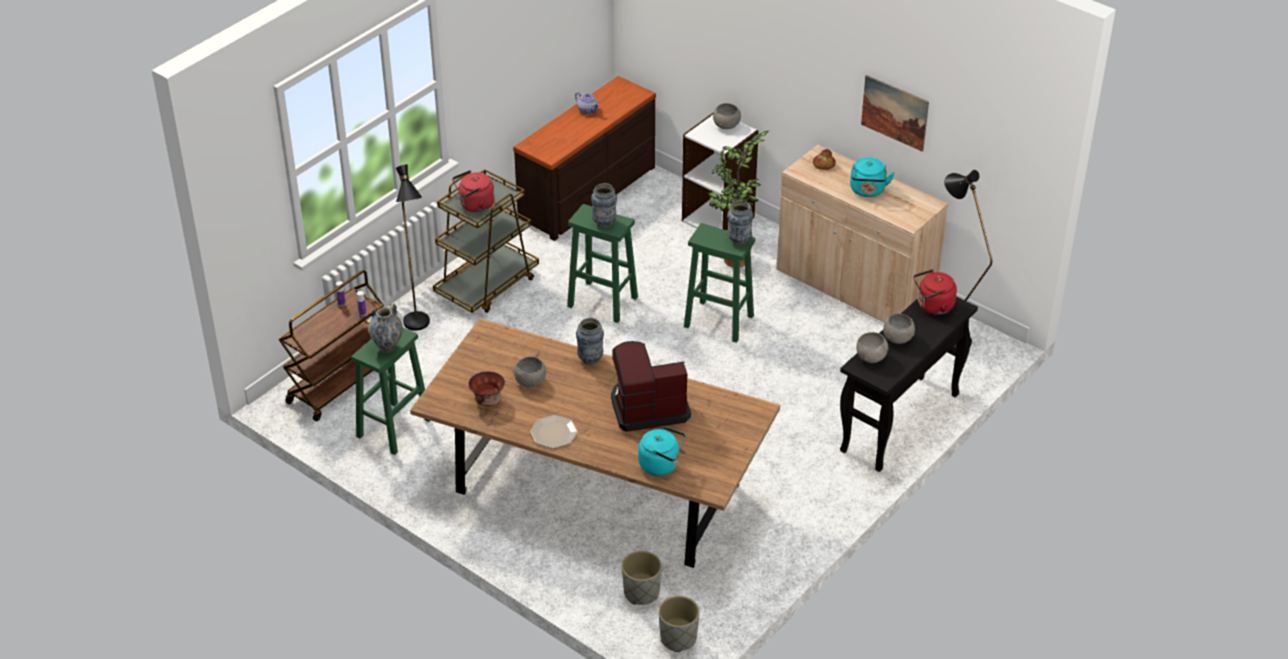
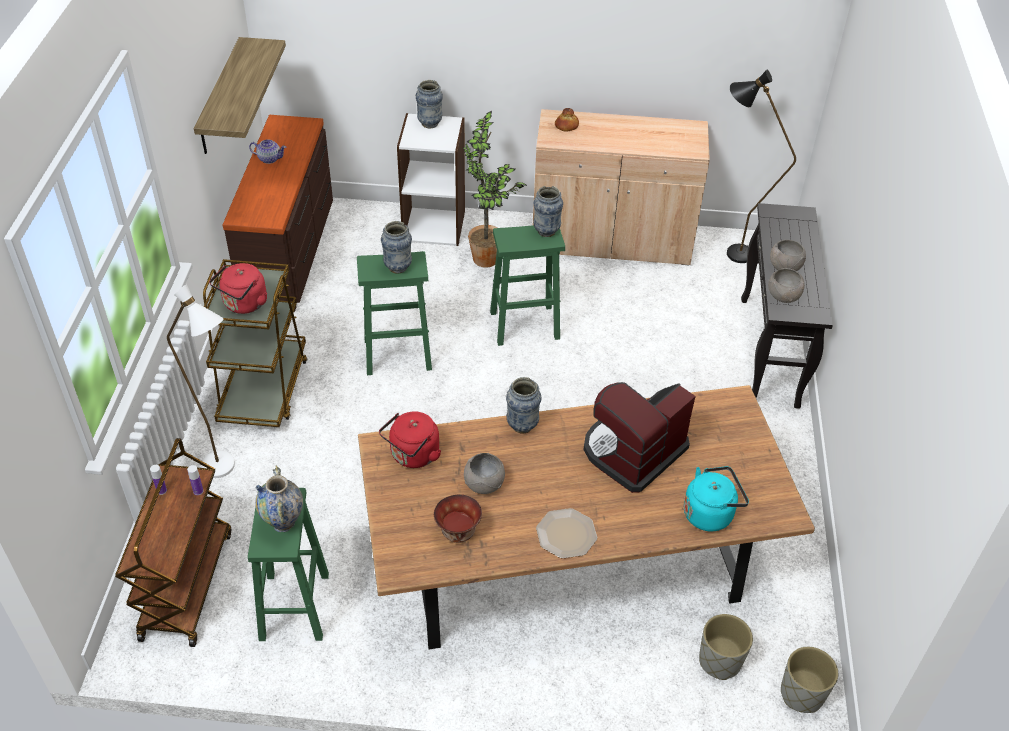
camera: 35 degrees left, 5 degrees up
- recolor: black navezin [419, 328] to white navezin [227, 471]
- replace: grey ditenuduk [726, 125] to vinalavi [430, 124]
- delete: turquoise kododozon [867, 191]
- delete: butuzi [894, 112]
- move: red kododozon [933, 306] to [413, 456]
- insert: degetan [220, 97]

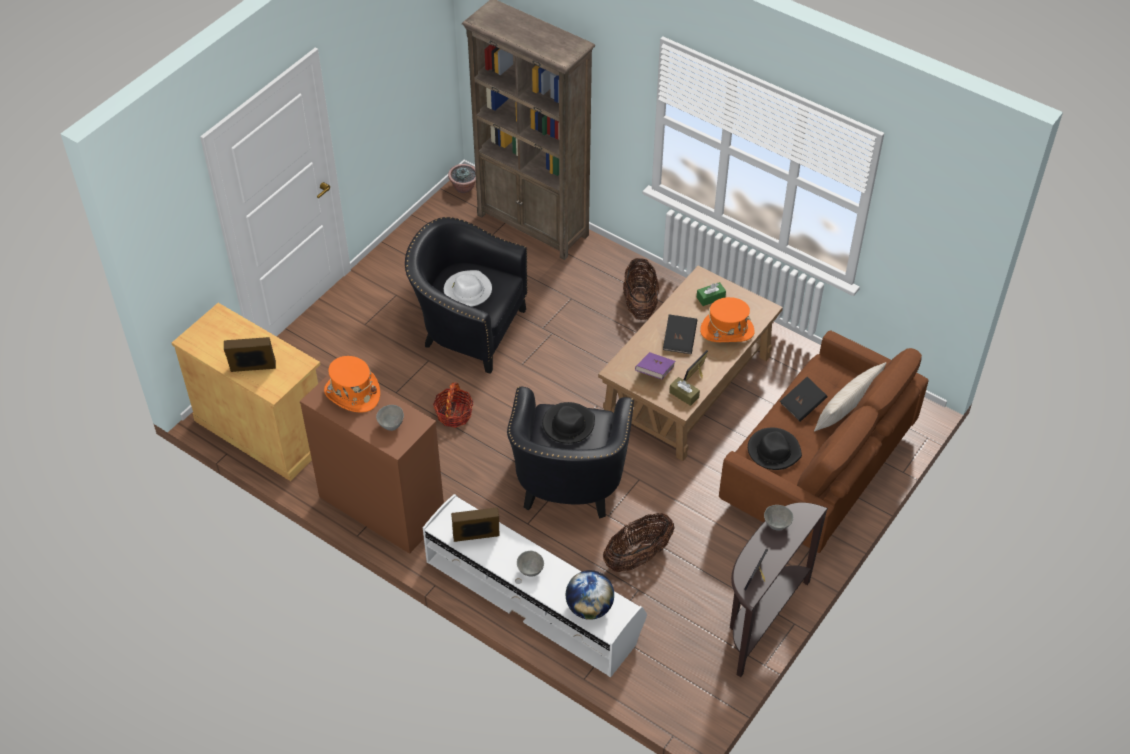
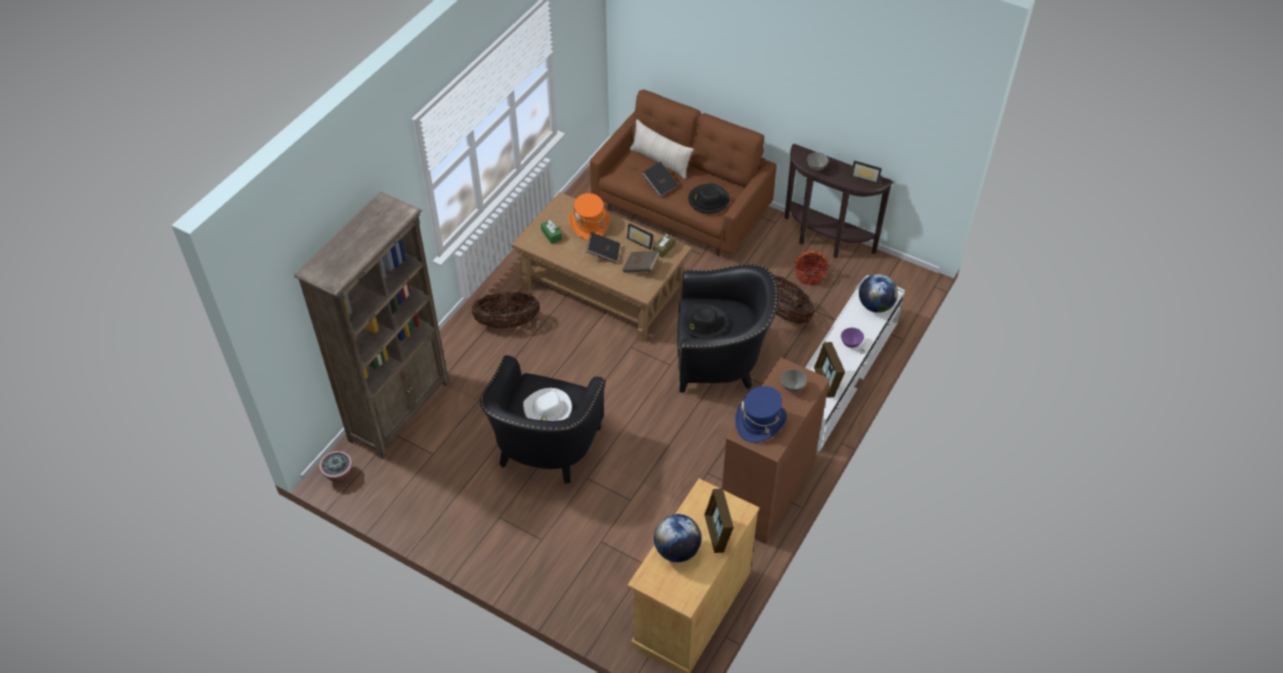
camera: 95 degrees left, 0 degrees up
- recolor: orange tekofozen [352, 393] to blue tekofozen [760, 421]
- move: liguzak [454, 414] to [809, 275]
- recolor: grey ditenuduk [530, 571] to purple ditenuduk [850, 344]
- recolor: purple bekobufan [654, 372] to brown bekobufan [641, 267]
- insert: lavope [677, 550]

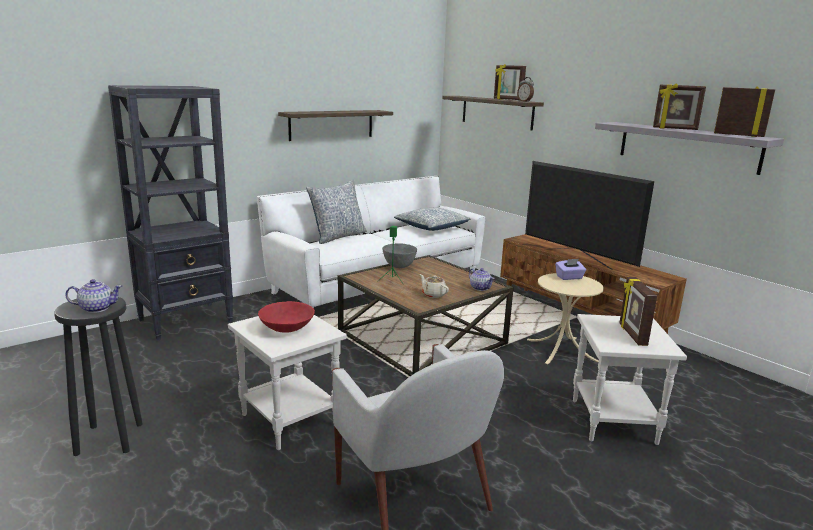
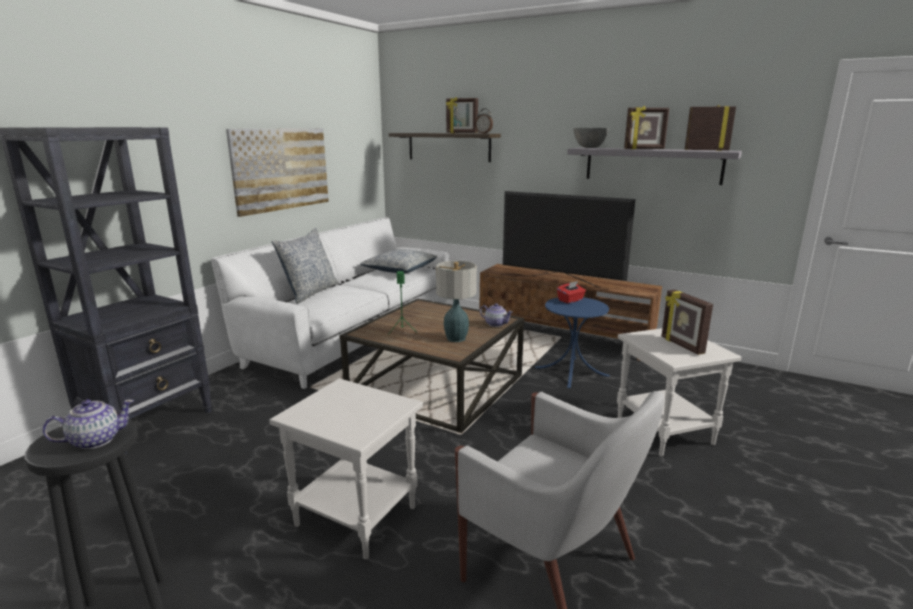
camera: 20 degrees left, 0 degrees up
- delete: red ditenuduk [287, 328]
- replace: degetan [331, 124] to butuzi [281, 169]
- move: grey ditenuduk [399, 266] to [590, 148]
- replace: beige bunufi [433, 294] to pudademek [456, 338]
- recolor: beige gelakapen [561, 350] to blue gelakapen [571, 371]
- recolor: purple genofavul [569, 277] to red genofavul [570, 300]

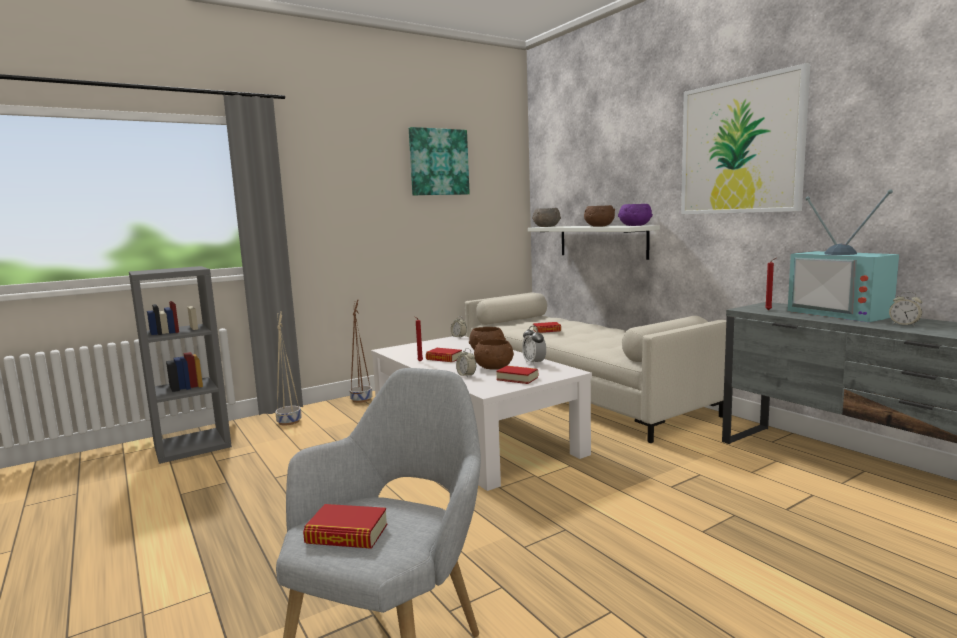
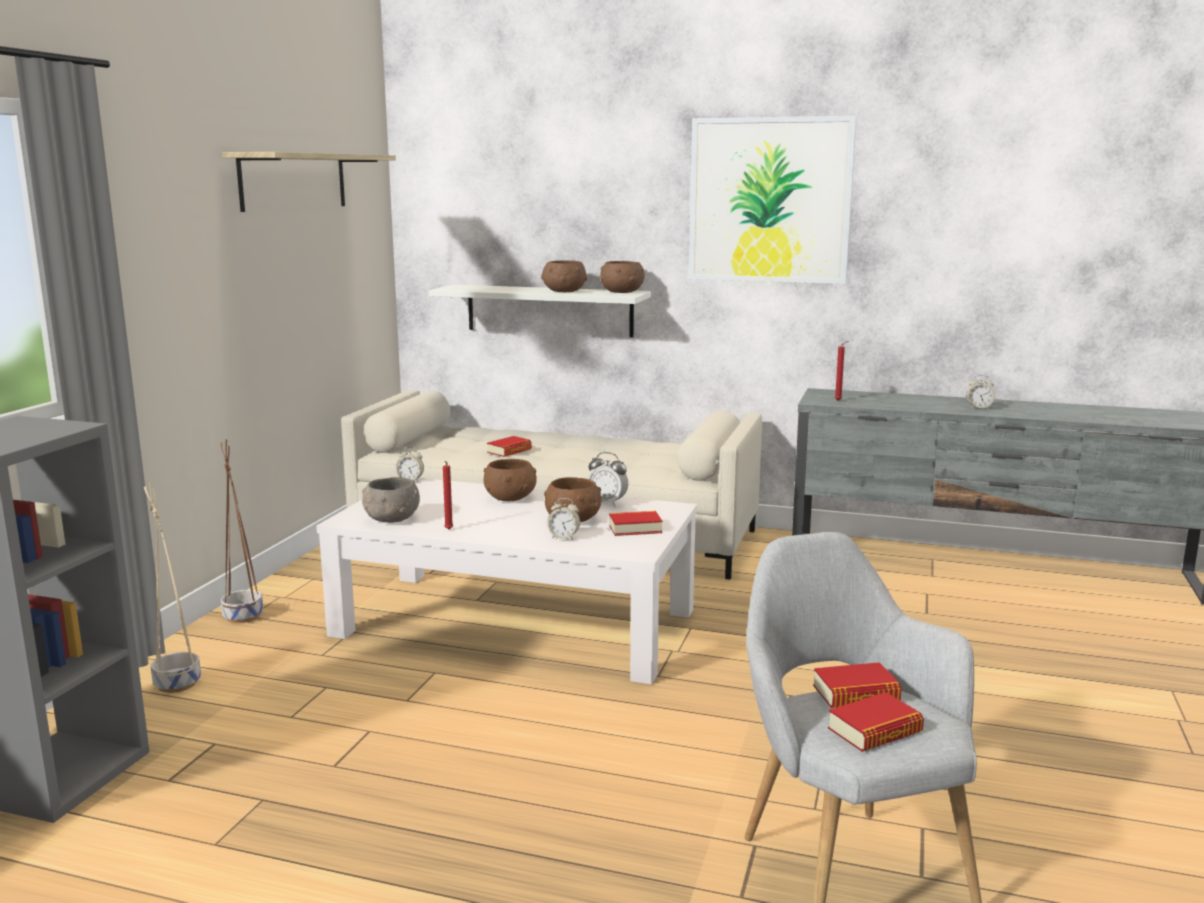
camera: 40 degrees left, 5 degrees up
- replace: butuzi [438, 162] to degetan [294, 181]
- move: bekobufan [444, 358] to [856, 694]
- move: grey ditenuduk [546, 226] to [391, 519]
- recolor: purple ditenuduk [635, 225] to brown ditenuduk [622, 292]
- delete: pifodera [842, 313]

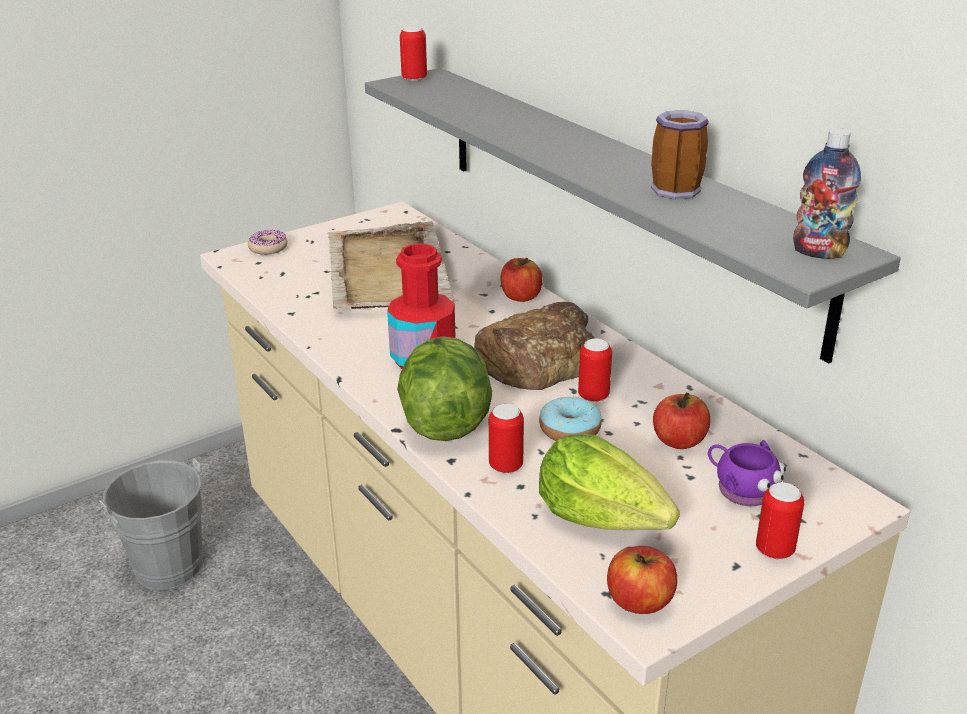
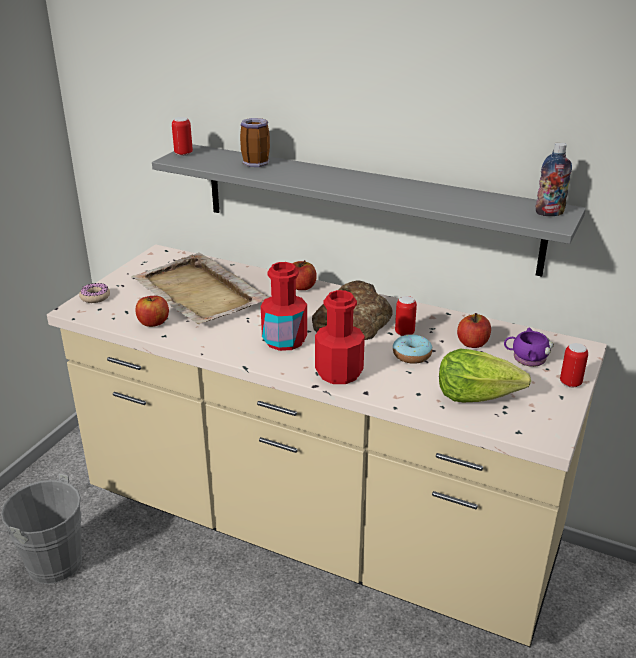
camera: 30 degrees left, 0 degrees up
- replace: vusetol [445, 422] to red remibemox [339, 373]
- delete: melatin [506, 466]
- move: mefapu [639, 601] to [153, 322]
- move: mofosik [673, 189] to [254, 162]

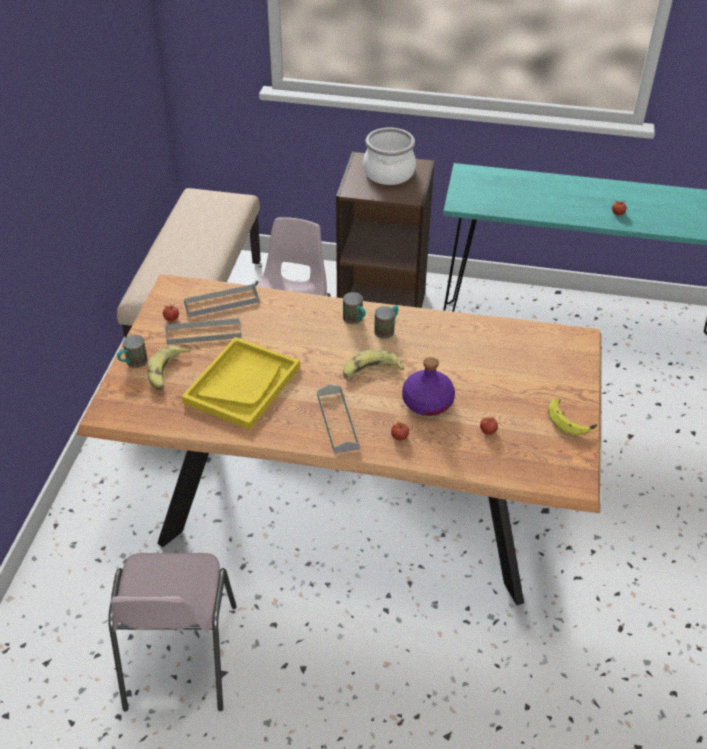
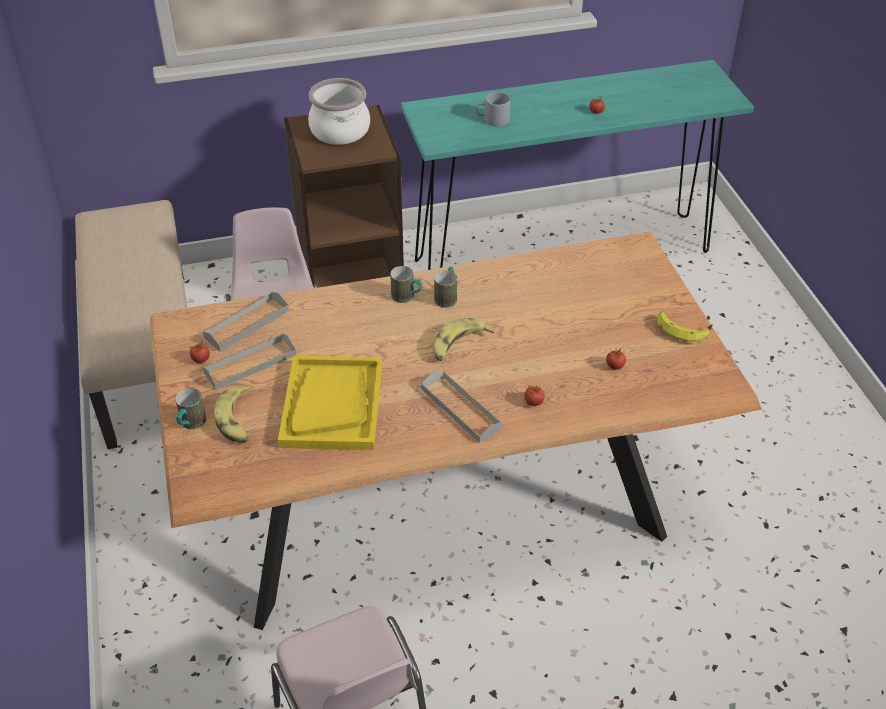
camera: 25 degrees left, 0 degrees up
- delete: purple remibemox [427, 401]
- insert: grey mofosik [492, 120]

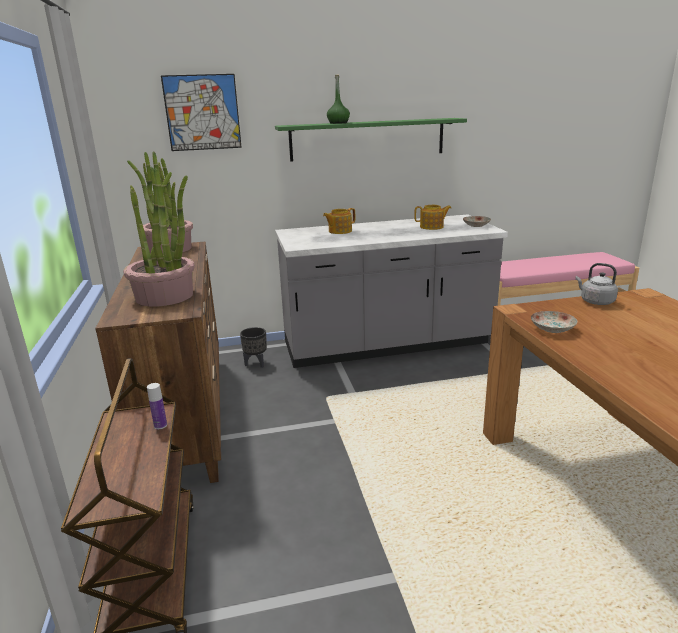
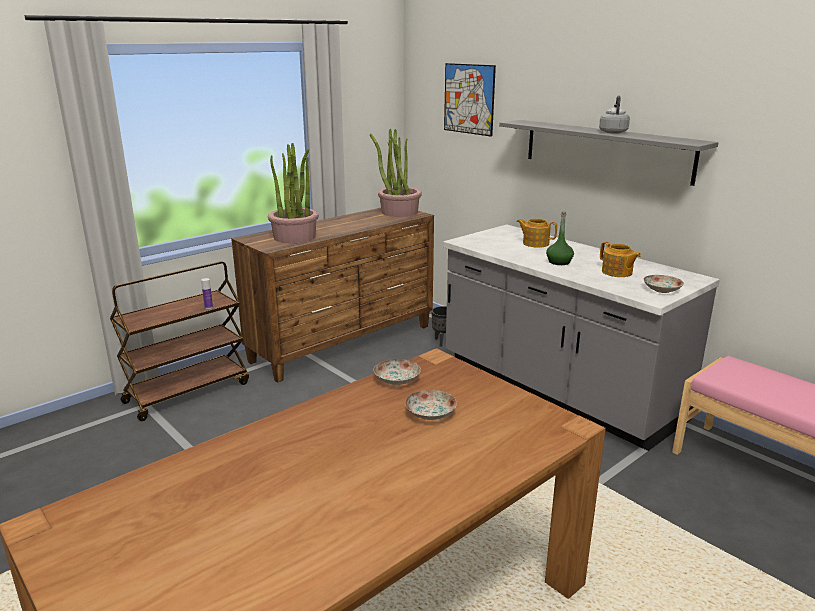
camera: 60 degrees right, 0 degrees up
- recolor: green degetan [367, 139] to grey degetan [605, 150]
- move: green remibemox [338, 123] to [559, 262]
- move: grey kododozon [595, 301] to [613, 132]
- insert: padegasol [430, 413]

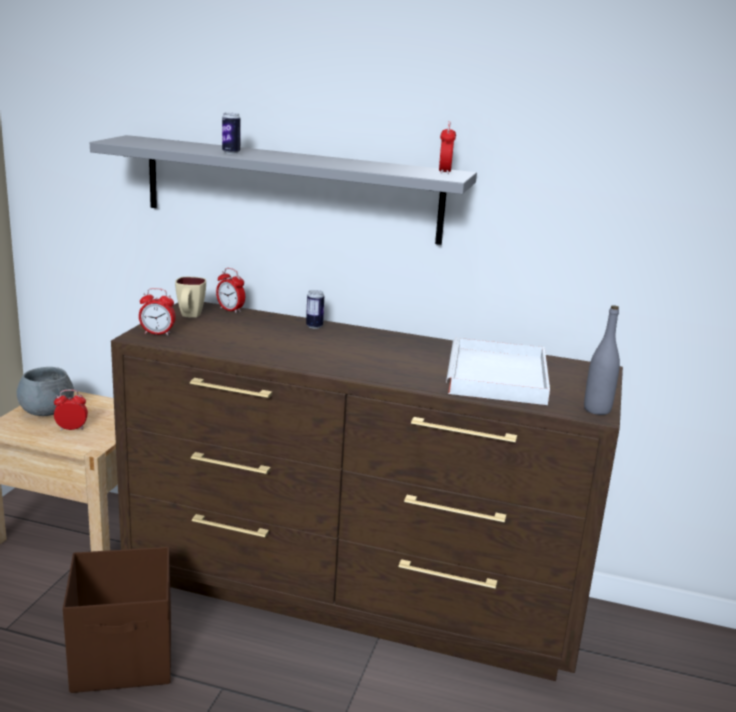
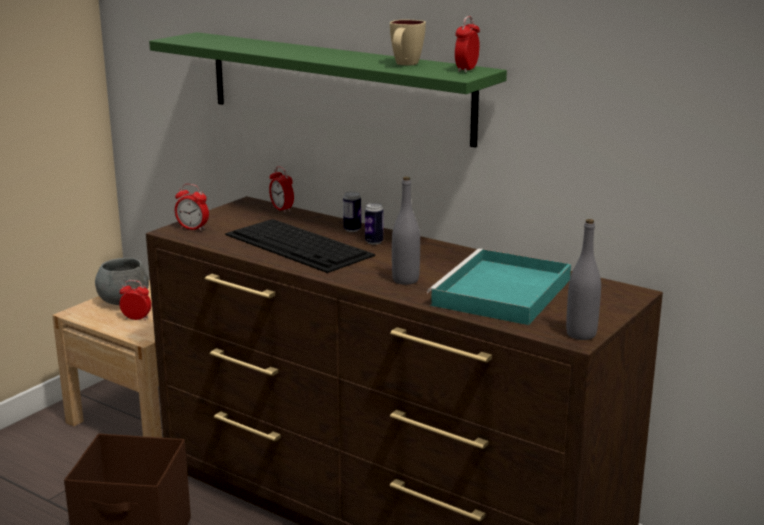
camera: 20 degrees right, 0 degrees up
- recolor: grey degetan [291, 189] to green degetan [337, 86]
- move: beige mofosik [189, 316] to [405, 64]
- move: melatin [231, 152] to [374, 242]
- recolor: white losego [498, 378] to turquoise losego [501, 293]
- insert: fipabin [299, 245]
- insert: grey remibemox [405, 280]

